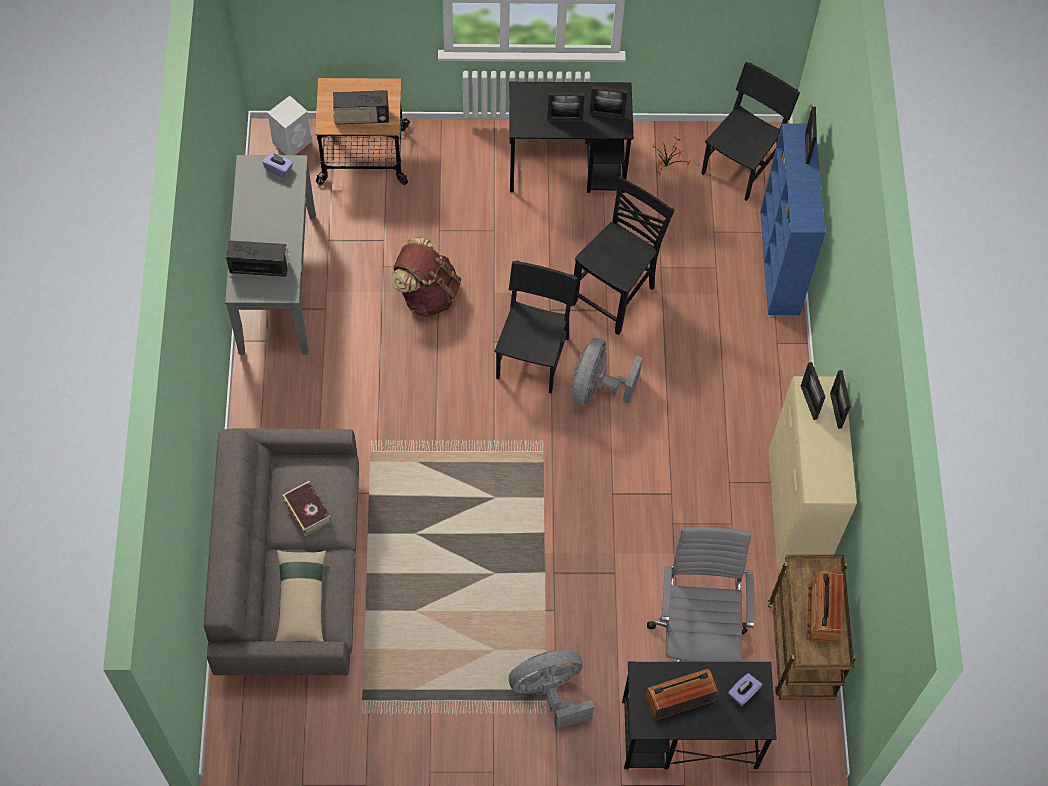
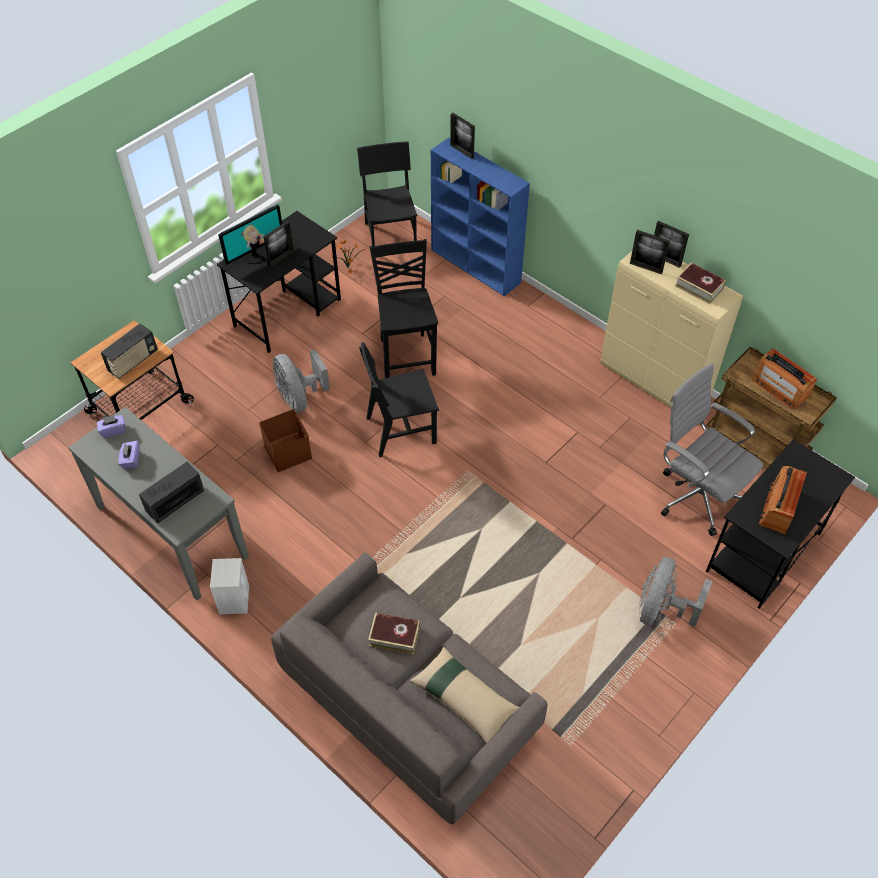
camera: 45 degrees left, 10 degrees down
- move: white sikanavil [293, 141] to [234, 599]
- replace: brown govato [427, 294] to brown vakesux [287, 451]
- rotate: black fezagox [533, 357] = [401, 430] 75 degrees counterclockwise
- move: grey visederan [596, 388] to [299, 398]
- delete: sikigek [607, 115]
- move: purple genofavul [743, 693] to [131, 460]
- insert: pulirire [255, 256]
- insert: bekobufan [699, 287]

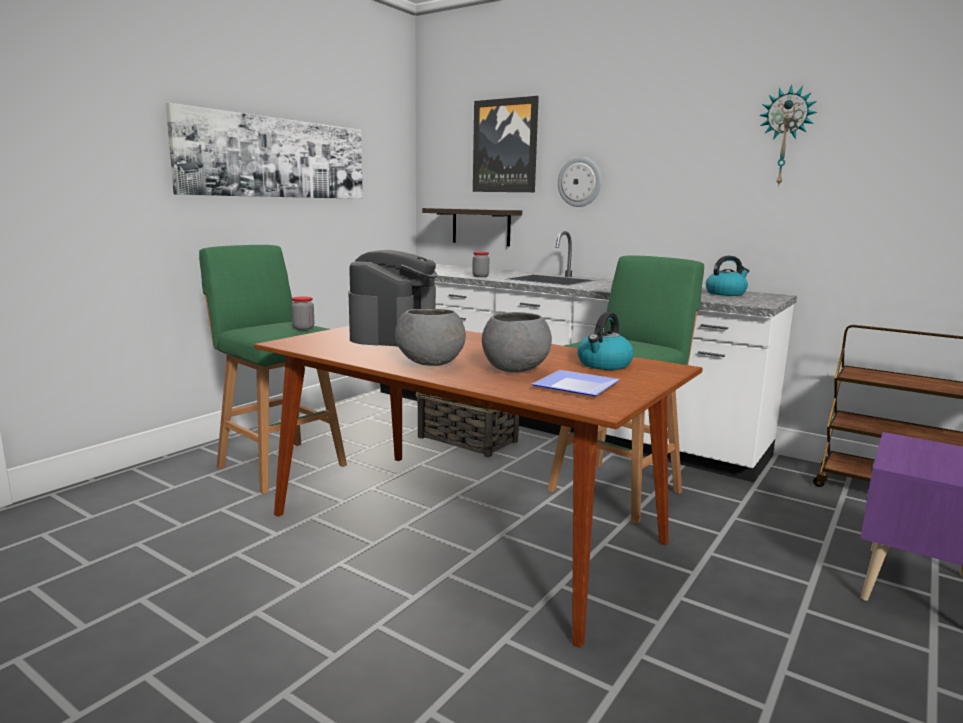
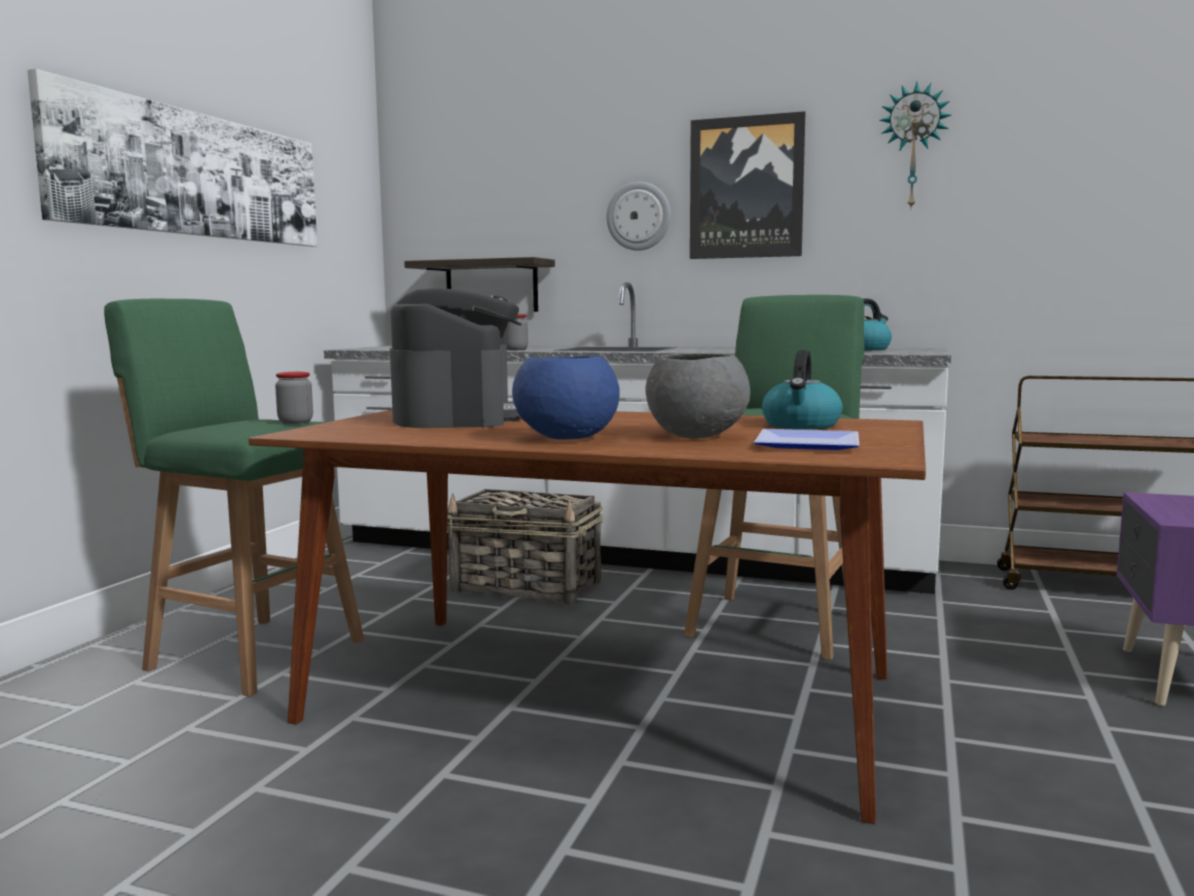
camera: 15 degrees left, 5 degrees down
- recolor: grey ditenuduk [430, 364] to blue ditenuduk [566, 439]
- move: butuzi [505, 146] to [746, 188]

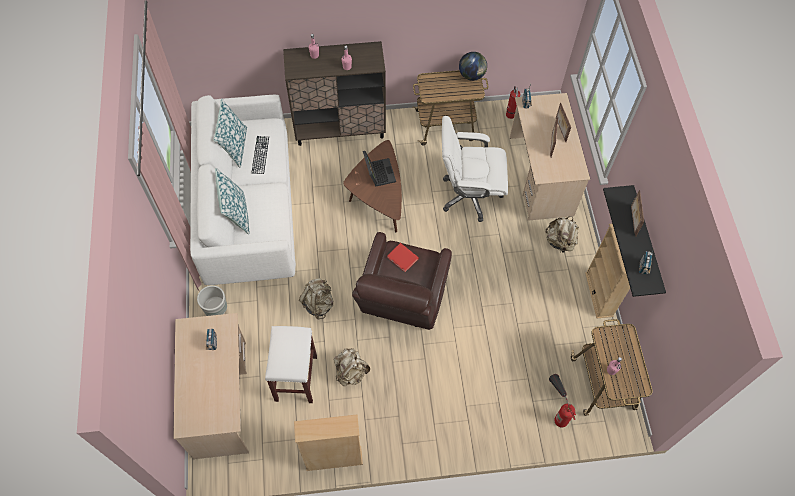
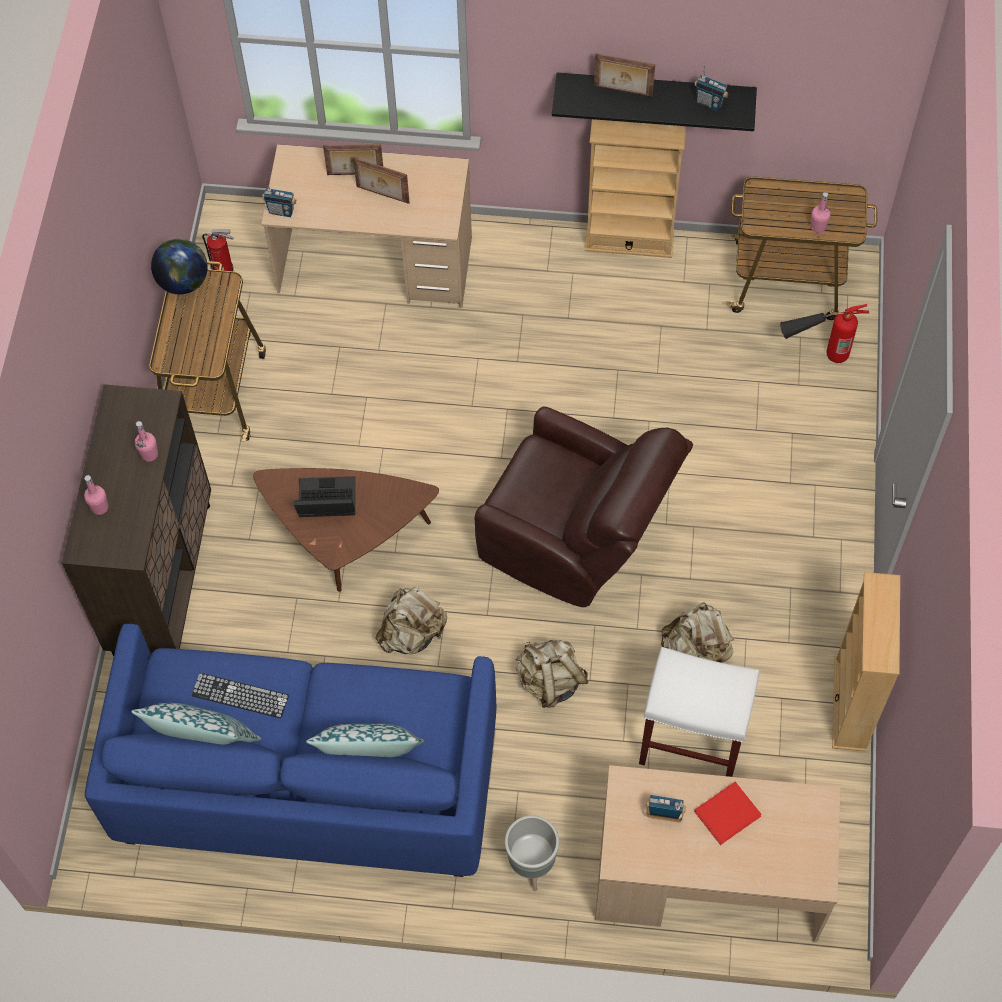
camera: 75 degrees left, 0 degrees up
- recolor: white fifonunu [248, 209] to blue fifonunu [306, 780]
- move: red bekobufan [403, 258] to [729, 813]
- delete: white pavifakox [469, 195]
- move: beige govato [560, 242] to [412, 633]

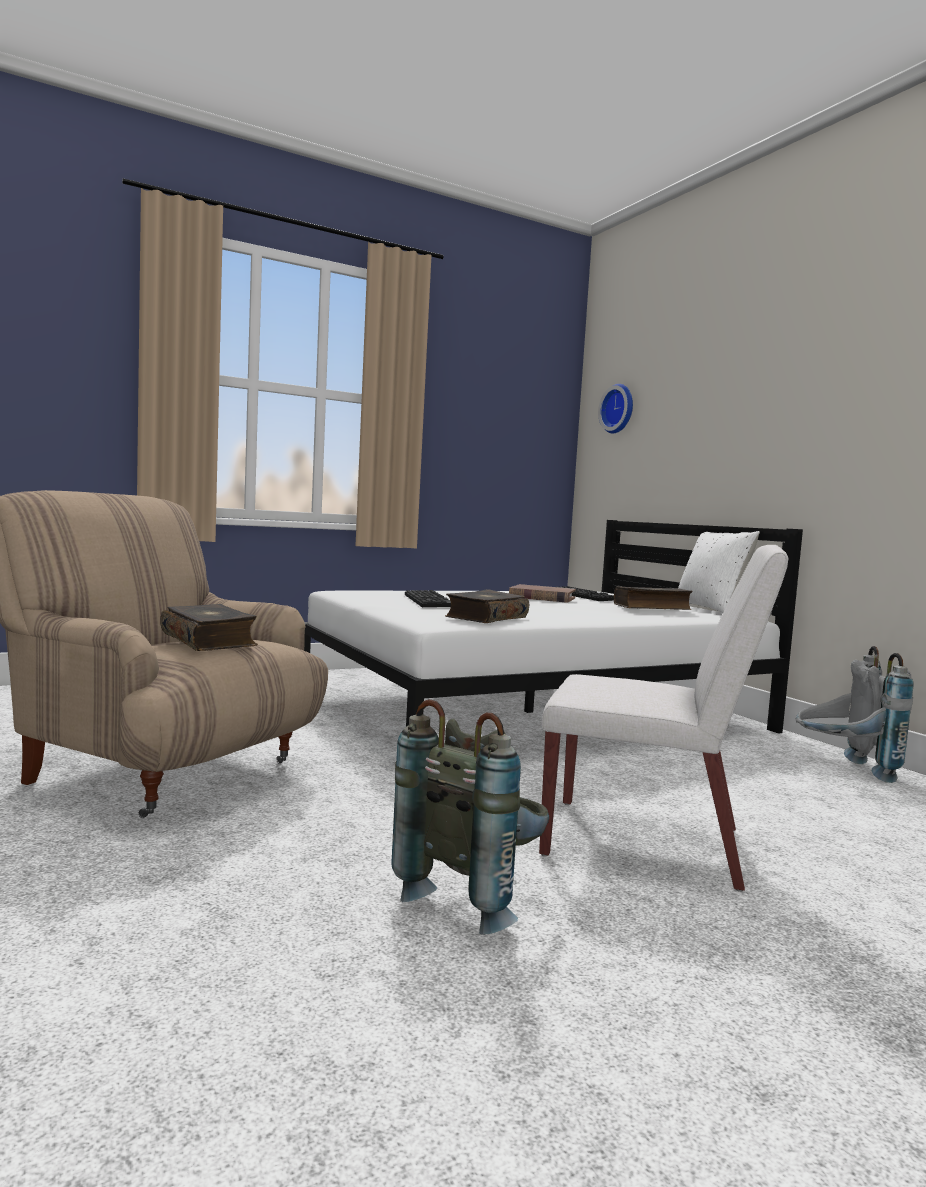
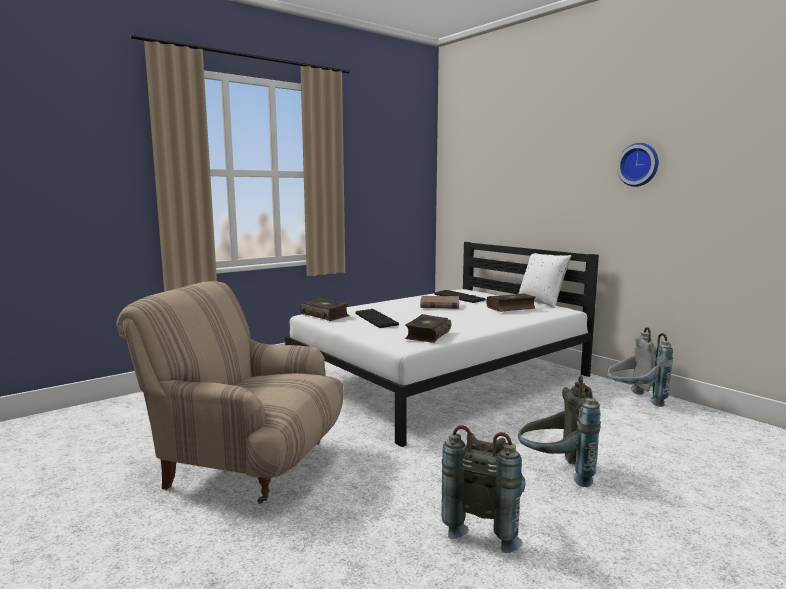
camera: 10 degrees left, 5 degrees up
- move: bekobufan [209, 640] to [325, 315]
- replace: white fezagox [646, 842] to grey govato [555, 472]
- move: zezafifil [619, 409] to [639, 165]

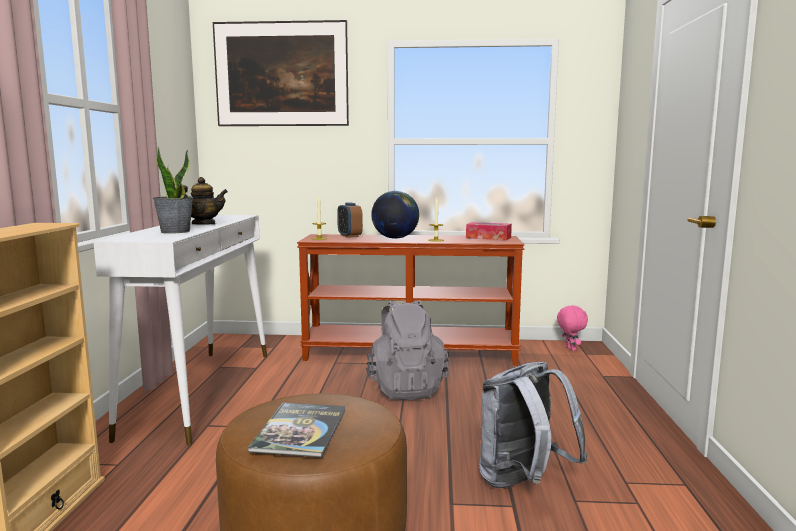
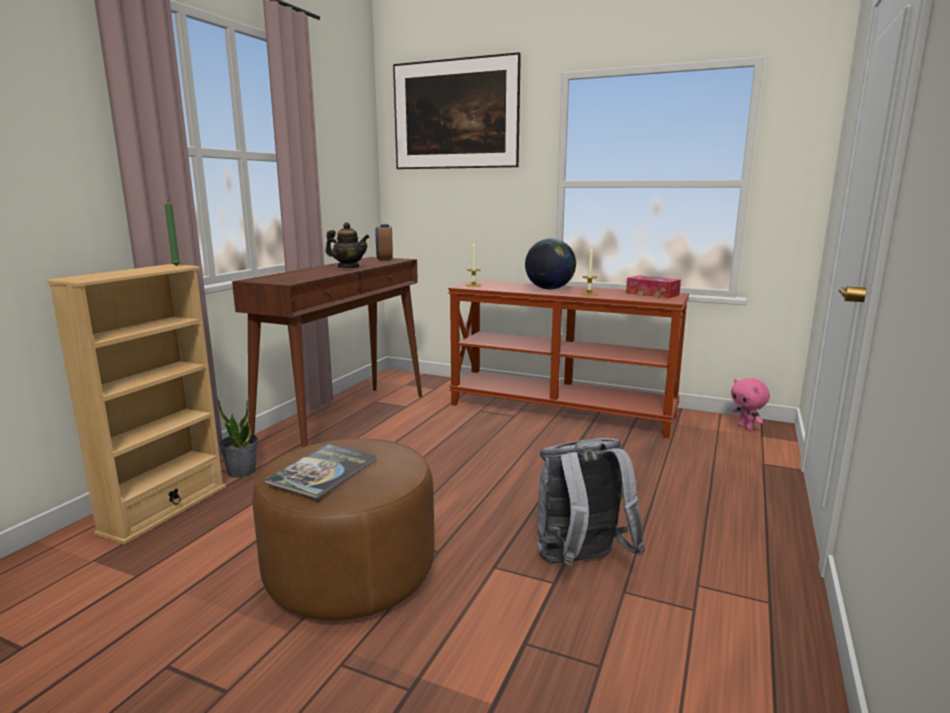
camera: 20 degrees right, 5 degrees up
- recolor: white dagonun [202, 391] to brown dagonun [346, 422]
- move: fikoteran [175, 231] to [241, 471]
- move: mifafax [349, 236] to [385, 259]
- delete: grey govato [406, 389]
- rotate: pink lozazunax [570, 349] = [746, 428] 150 degrees clockwise
- insert: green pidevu [177, 265]

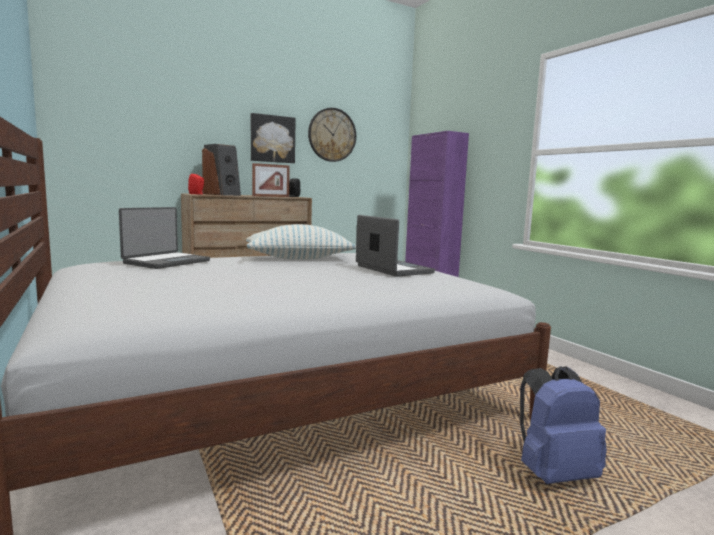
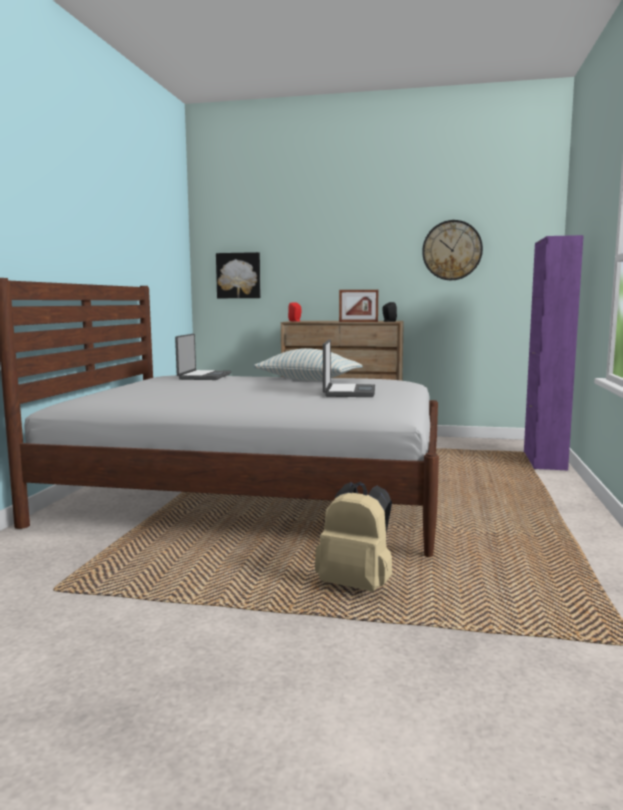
camera: 40 degrees right, 0 degrees up
- rotate: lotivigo [166, 262] = [203, 376] 60 degrees counterclockwise
- delete: sikanavil [222, 194]
- move: butuzi [272, 139] to [239, 275]
- recolor: blue govato [553, 474] to beige govato [357, 585]

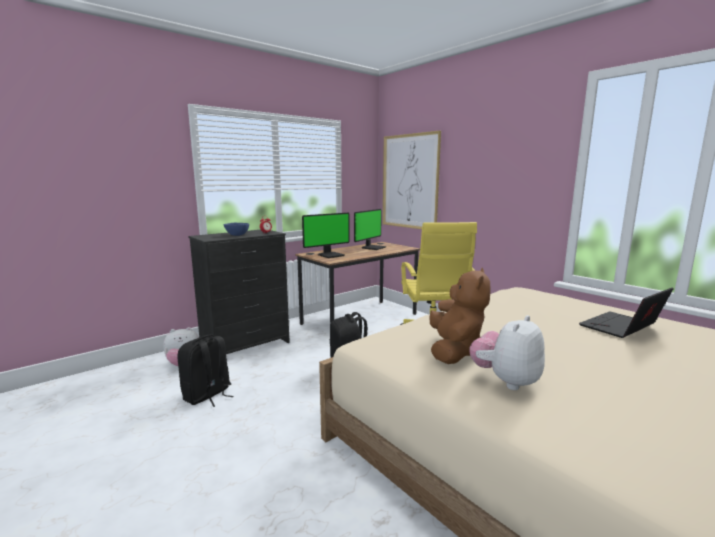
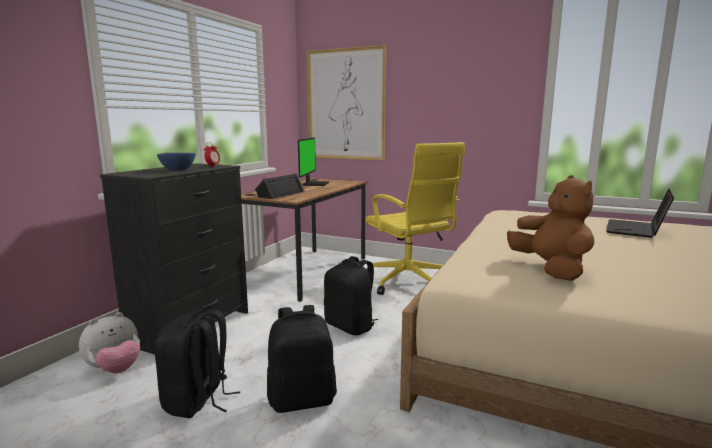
camera: 25 degrees left, 0 degrees up
- replace: pulirire [330, 255] to black sikanavil [280, 194]
- delete: lozazunax [506, 381]
- insert: black govato [302, 399]

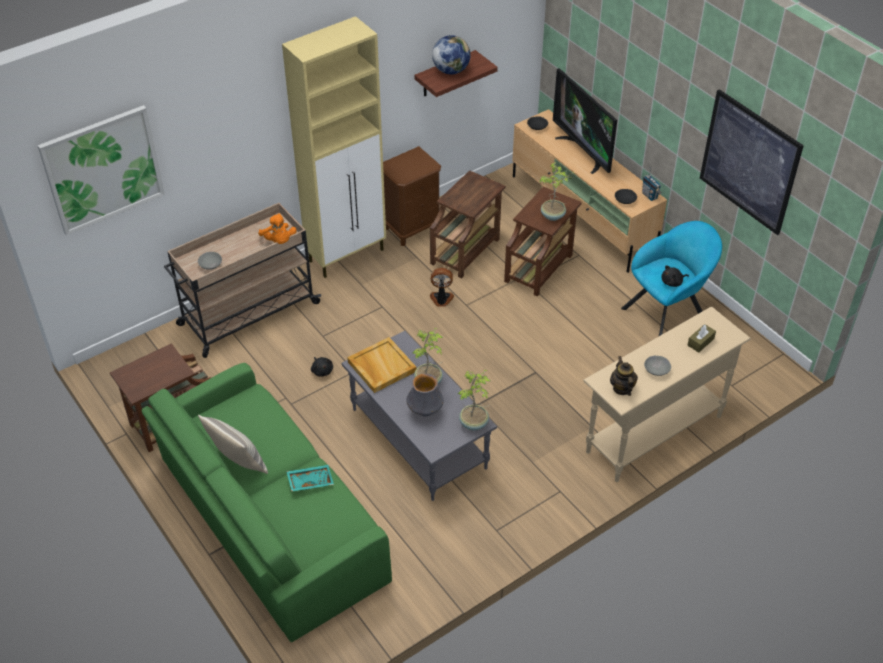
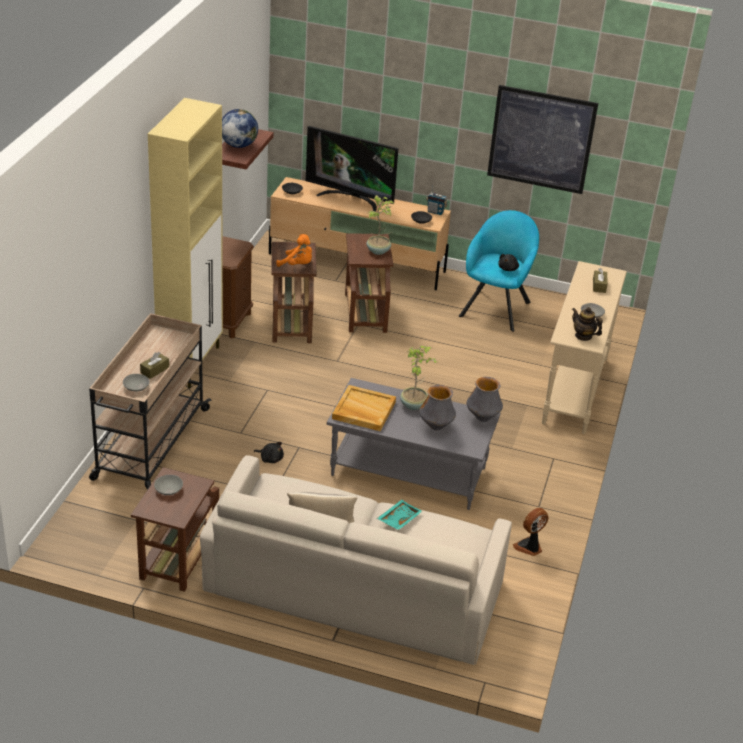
camera: 40 degrees left, 10 degrees down
- delete: butuzi [103, 169]
- recolor: green fifonunu [269, 518] to beige fifonunu [352, 587]
- move: orange lozazunax [279, 241] to [297, 265]
- move: visederan [441, 299] to [529, 547]
- replace: fikoteran [474, 423] to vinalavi [482, 418]
- insert: brown genofavul [154, 370]
- insert: grey ditenuduk [168, 490]

